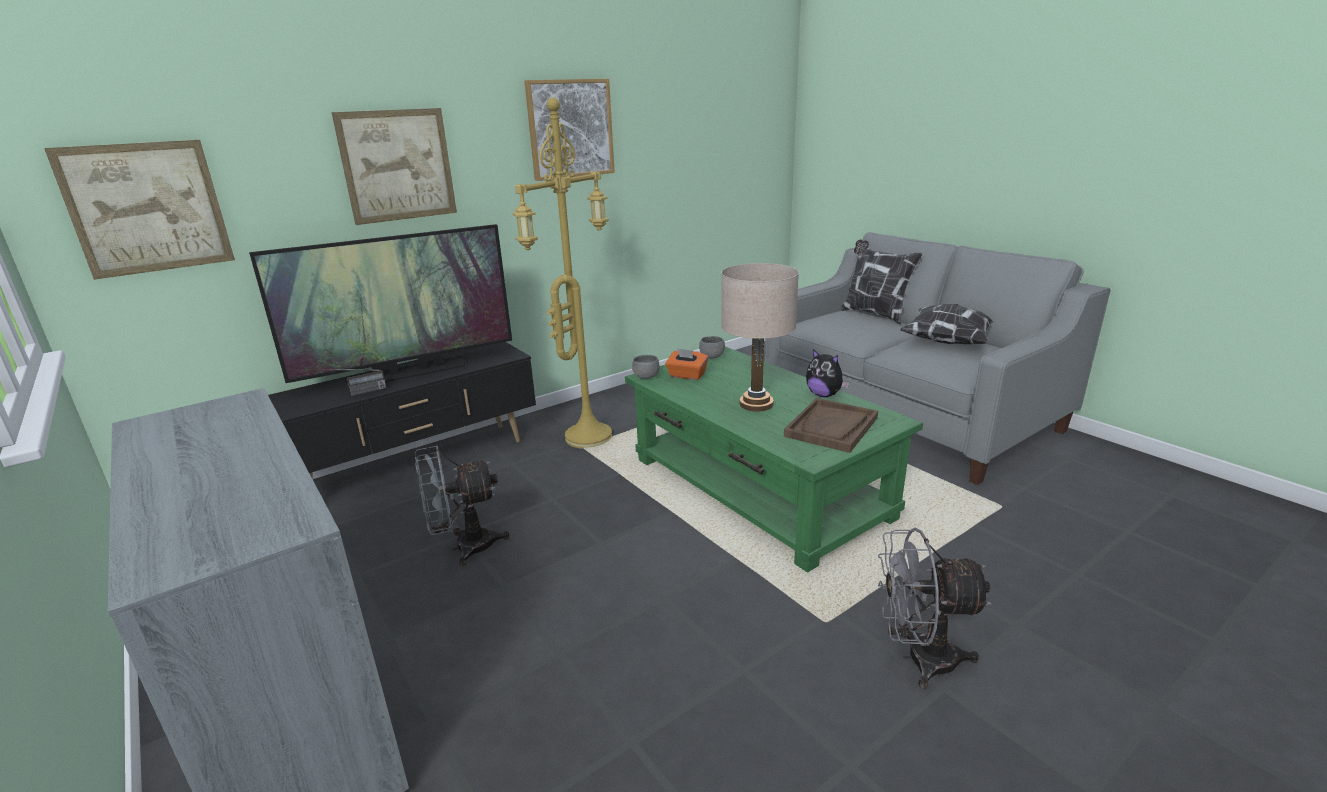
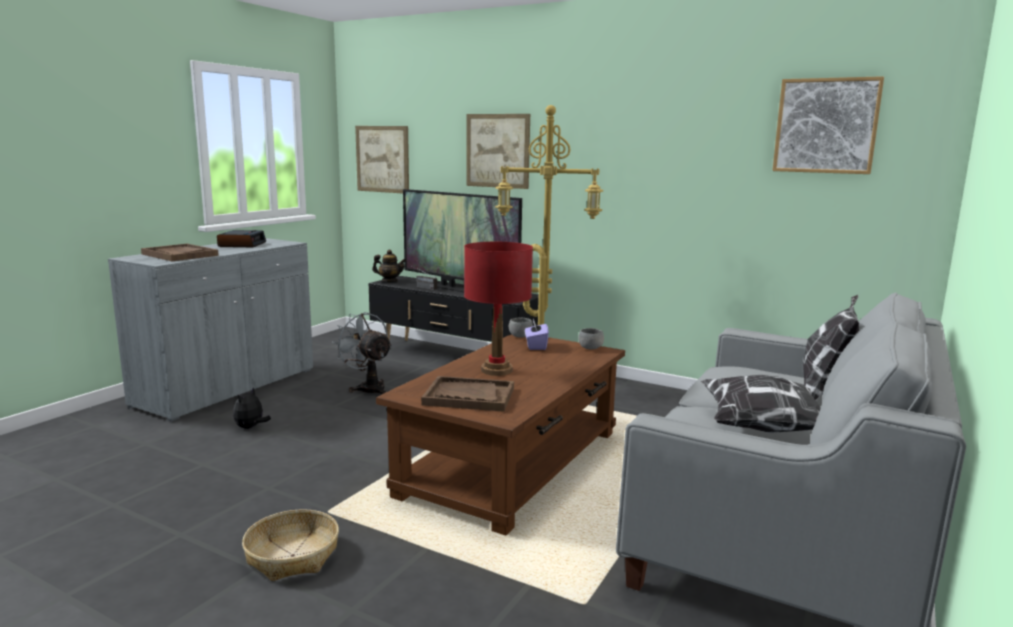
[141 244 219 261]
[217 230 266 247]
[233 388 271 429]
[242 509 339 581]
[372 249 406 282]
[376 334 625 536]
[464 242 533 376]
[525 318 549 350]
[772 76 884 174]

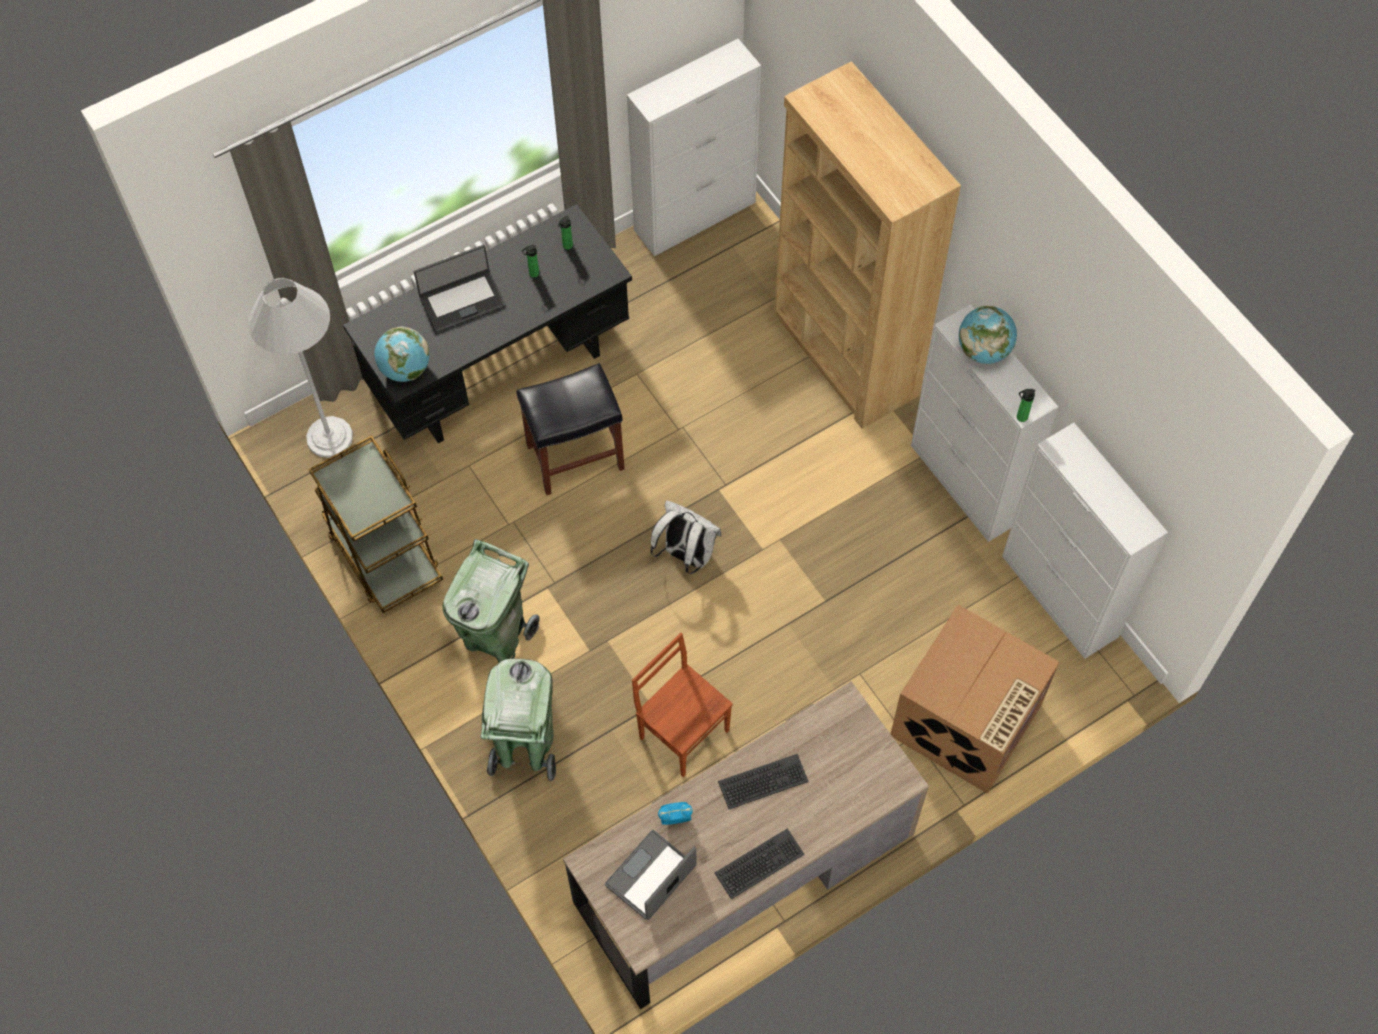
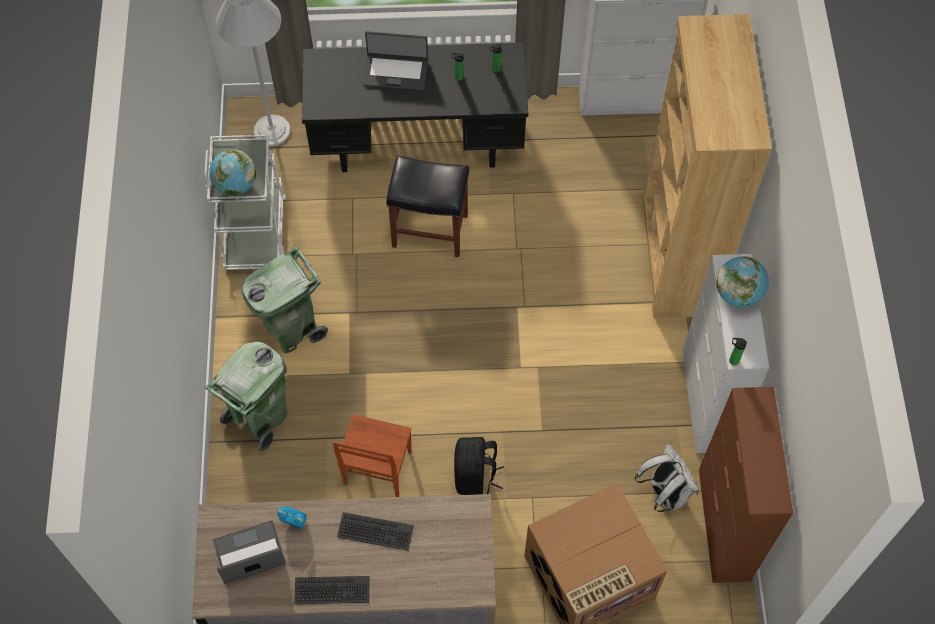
[205 134 286 270]
[209 149 256 196]
[333 414 412 497]
[454 437 504 495]
[635 444 699 512]
[699 387 793 583]

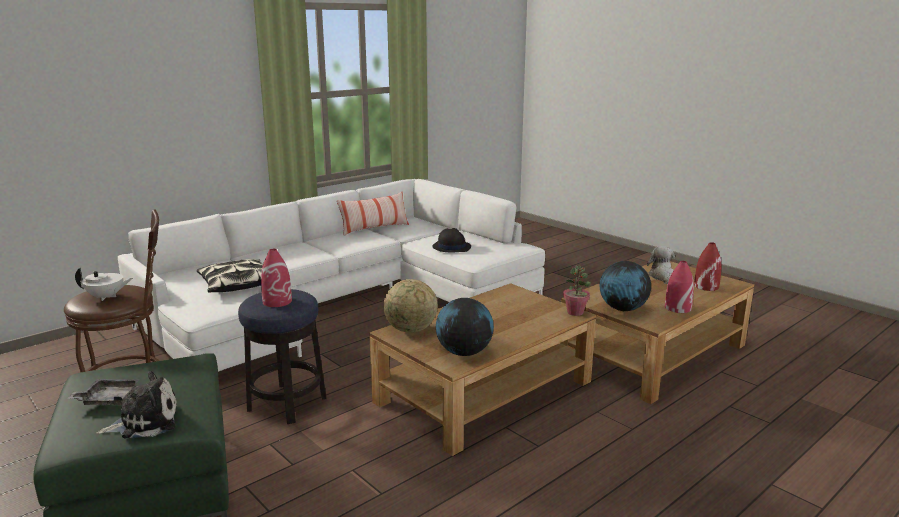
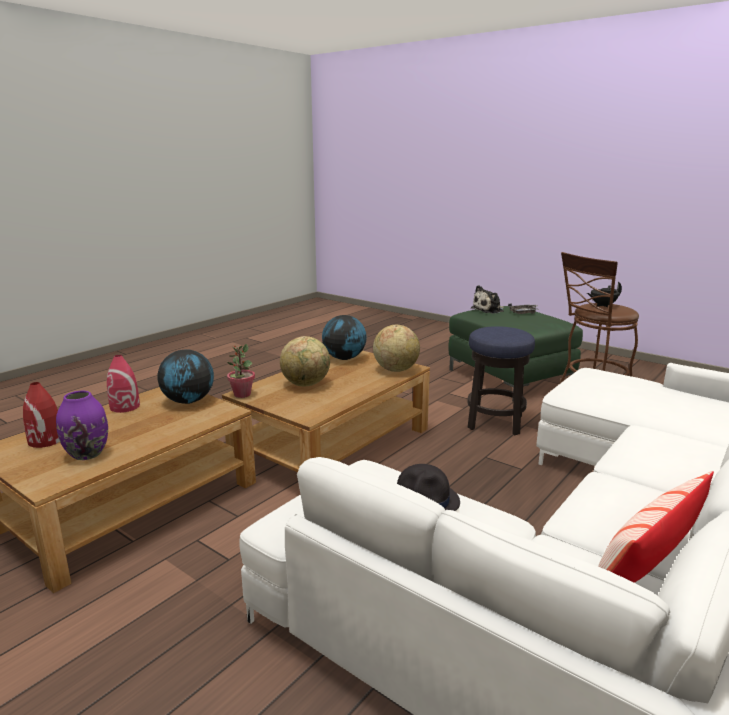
[56 391 108 460]
[280 336 330 386]
[587 282 622 307]
[197 259 263 292] (first image)
[261 249 292 307] (first image)

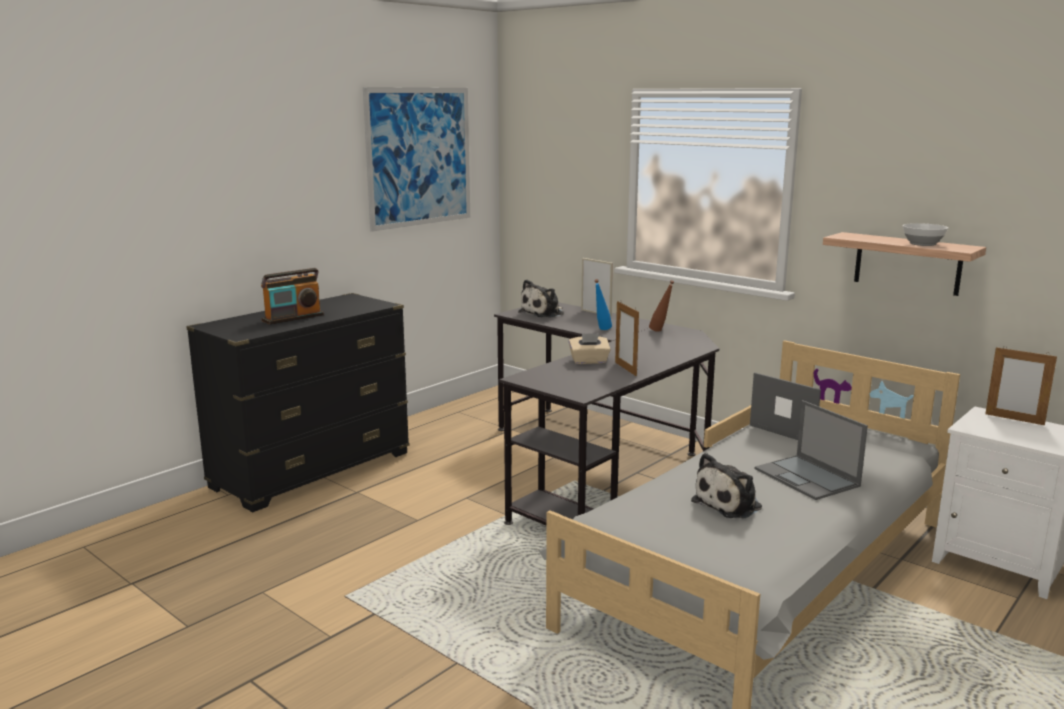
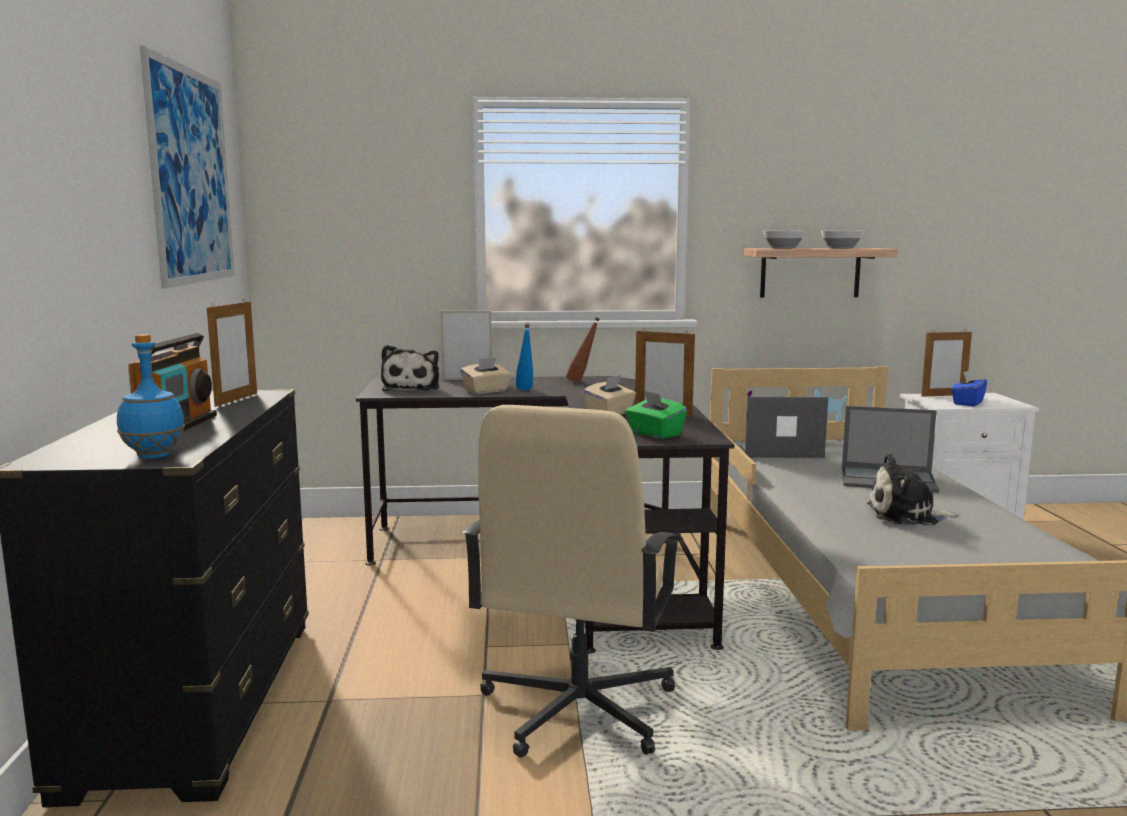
[117 334 185 459]
[207 300 257 407]
[461 357 511 394]
[463 405 682 758]
[625 390 687 439]
[763 231 805 249]
[867 454 959 525]
[951 370 987 407]

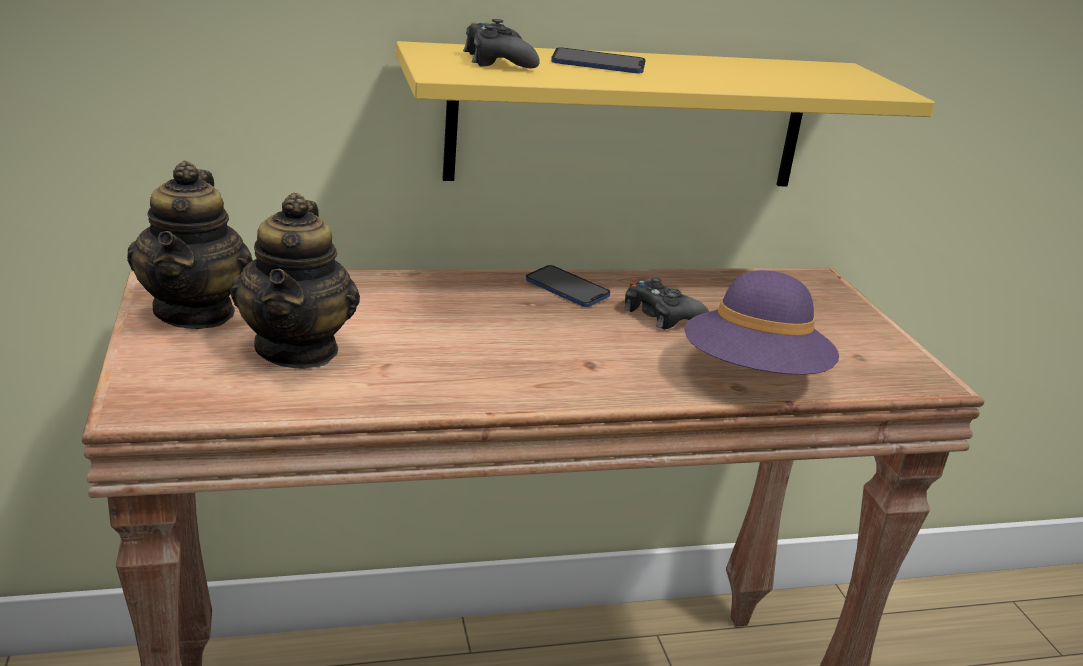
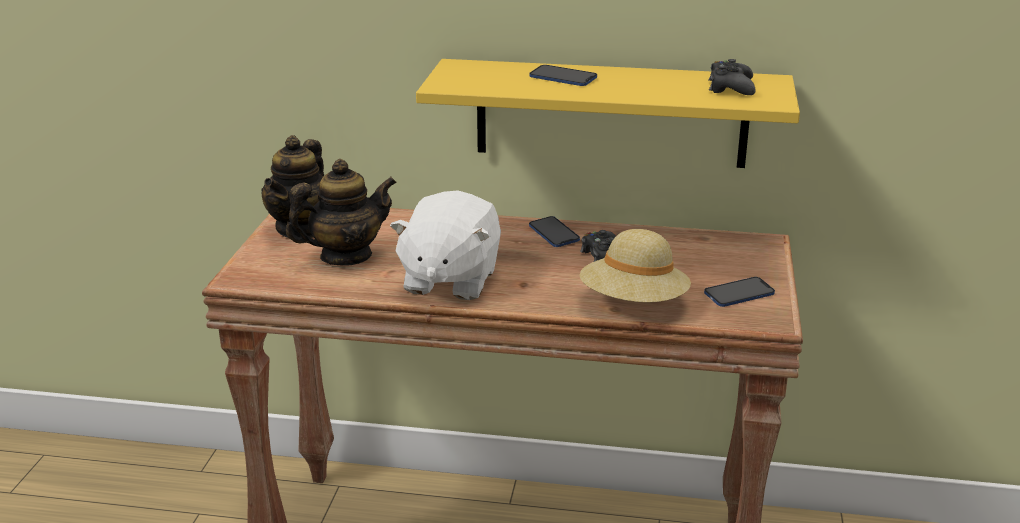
[286 159 397 266]
[390 191 501 300]
[580 229 691 303]
[704 277 775 307]
[708 59 756 95]

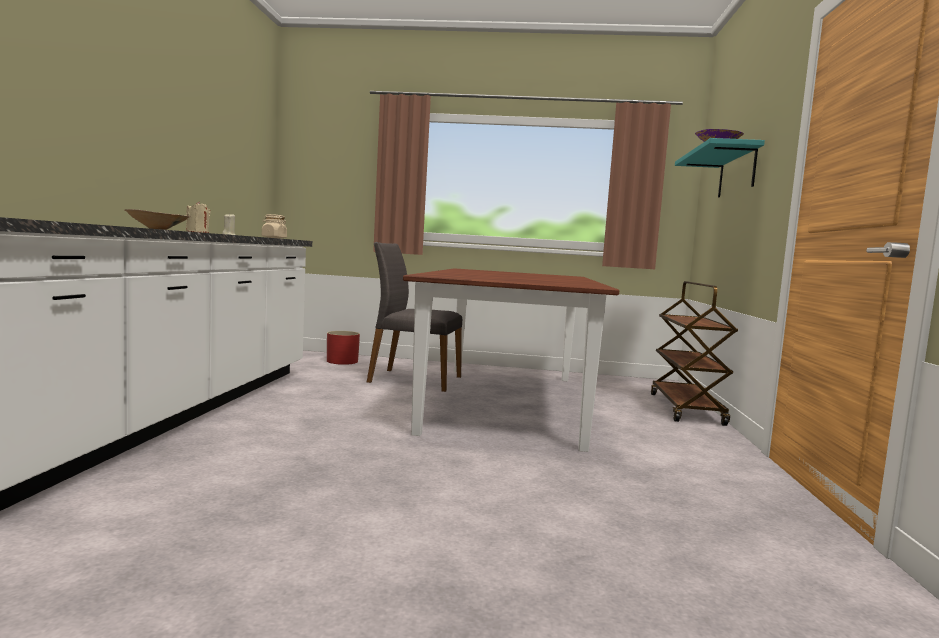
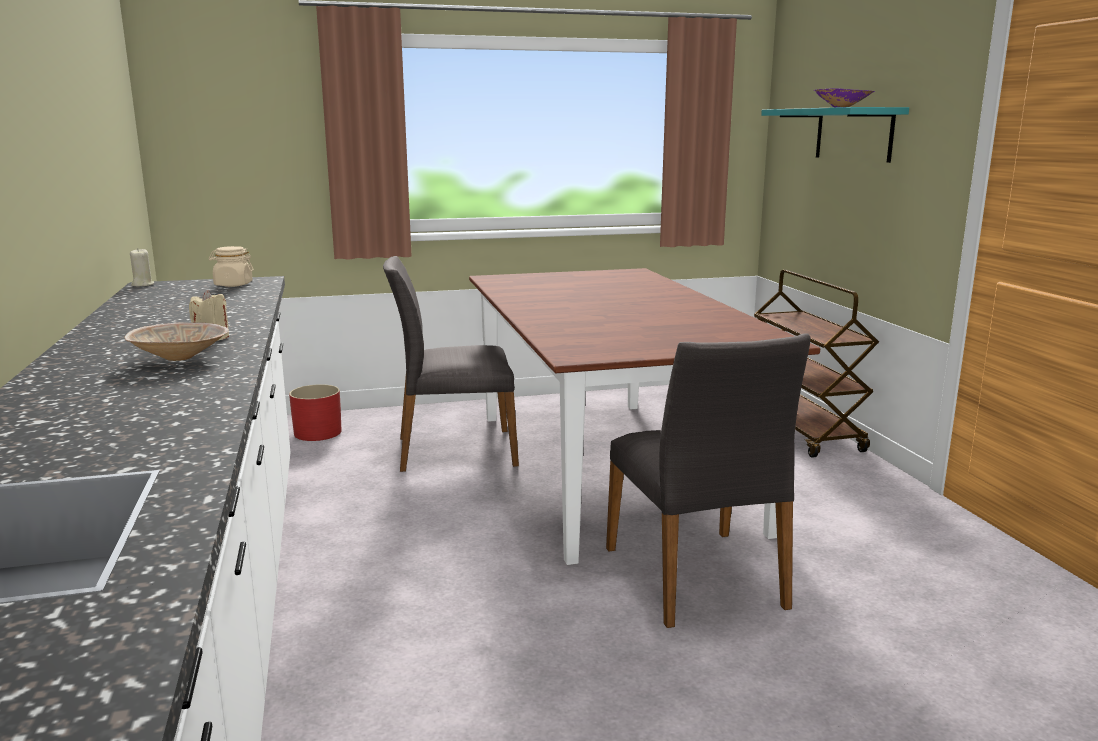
[606 333 810 628]

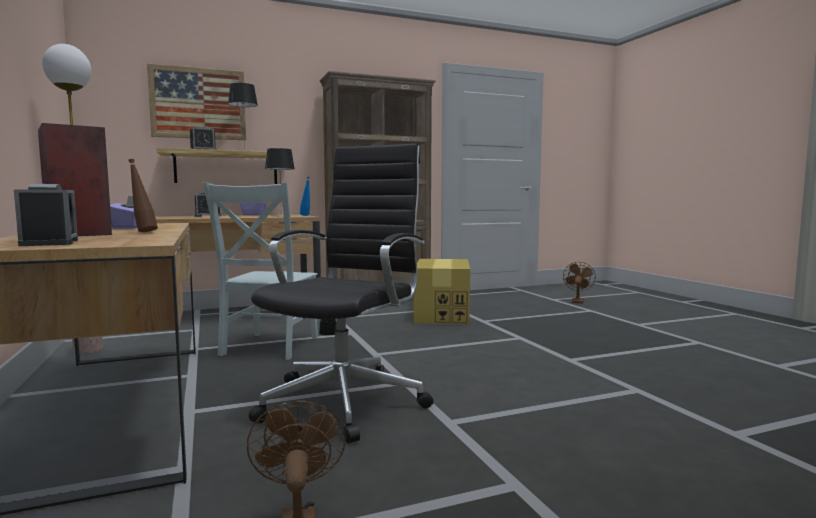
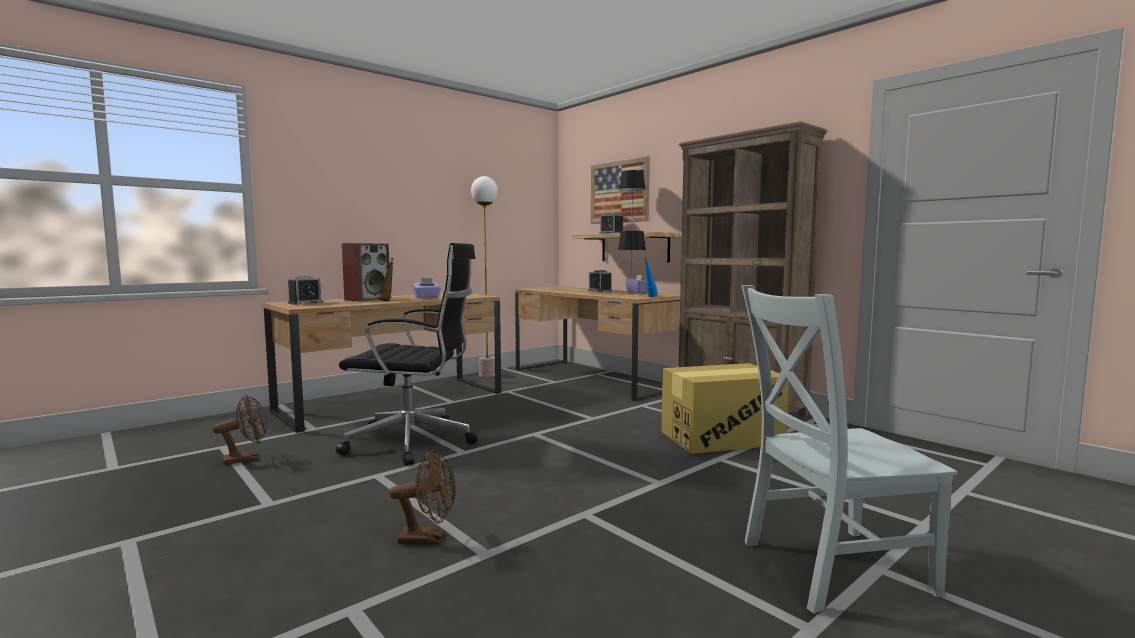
[389 450 456 545]
[741 285 957 614]

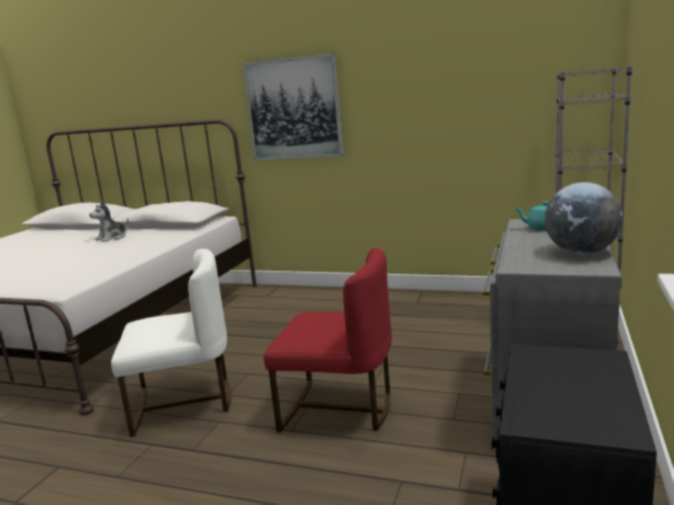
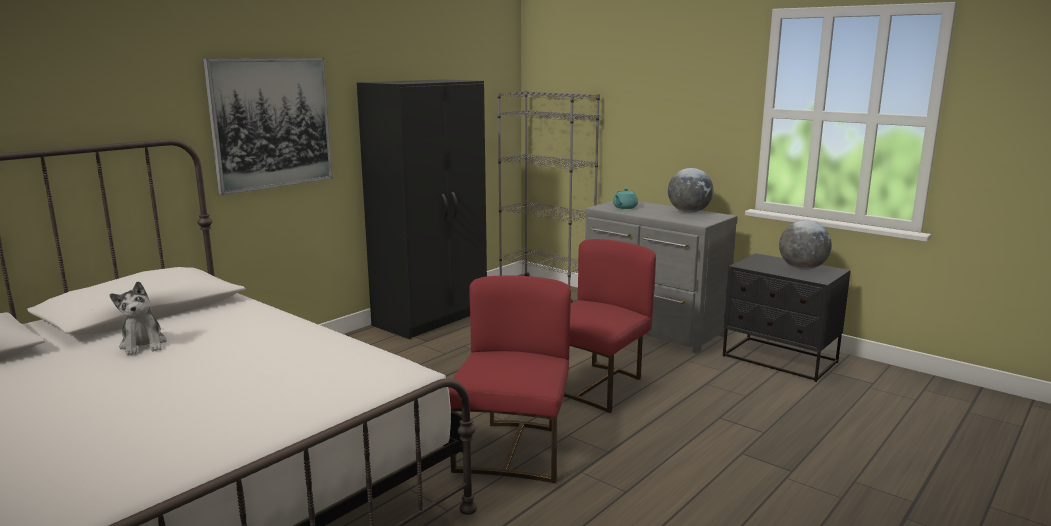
[357 79 487 339]
[448 275 571 483]
[779 220 832 270]

